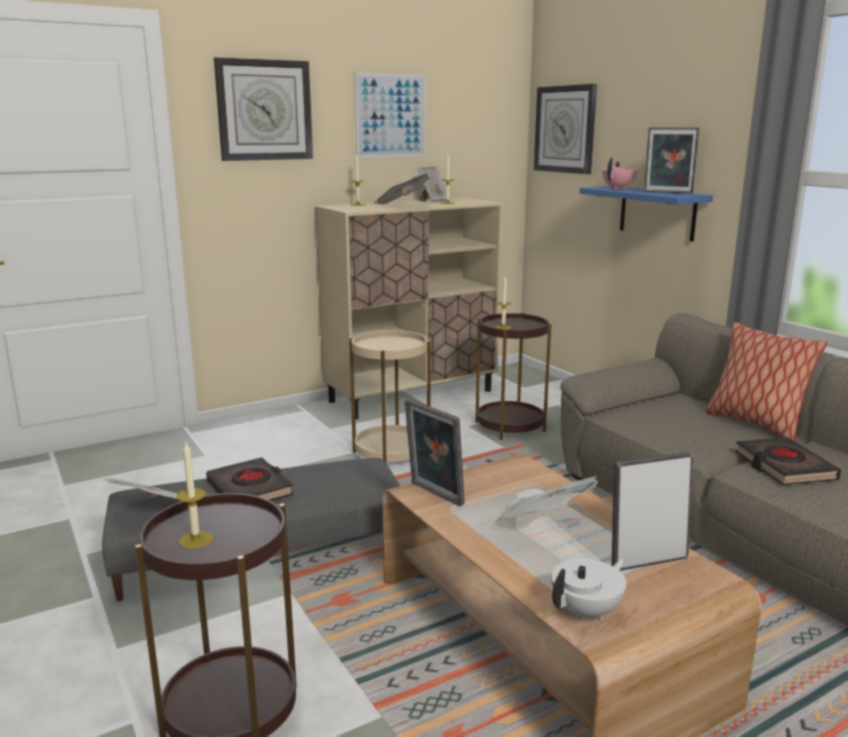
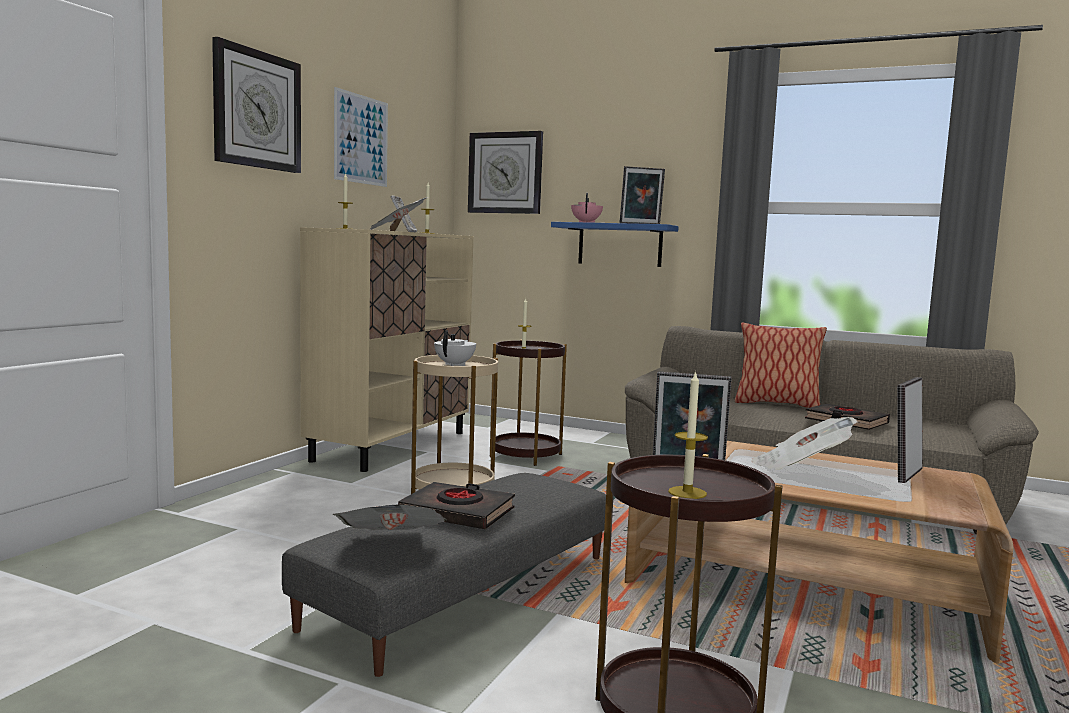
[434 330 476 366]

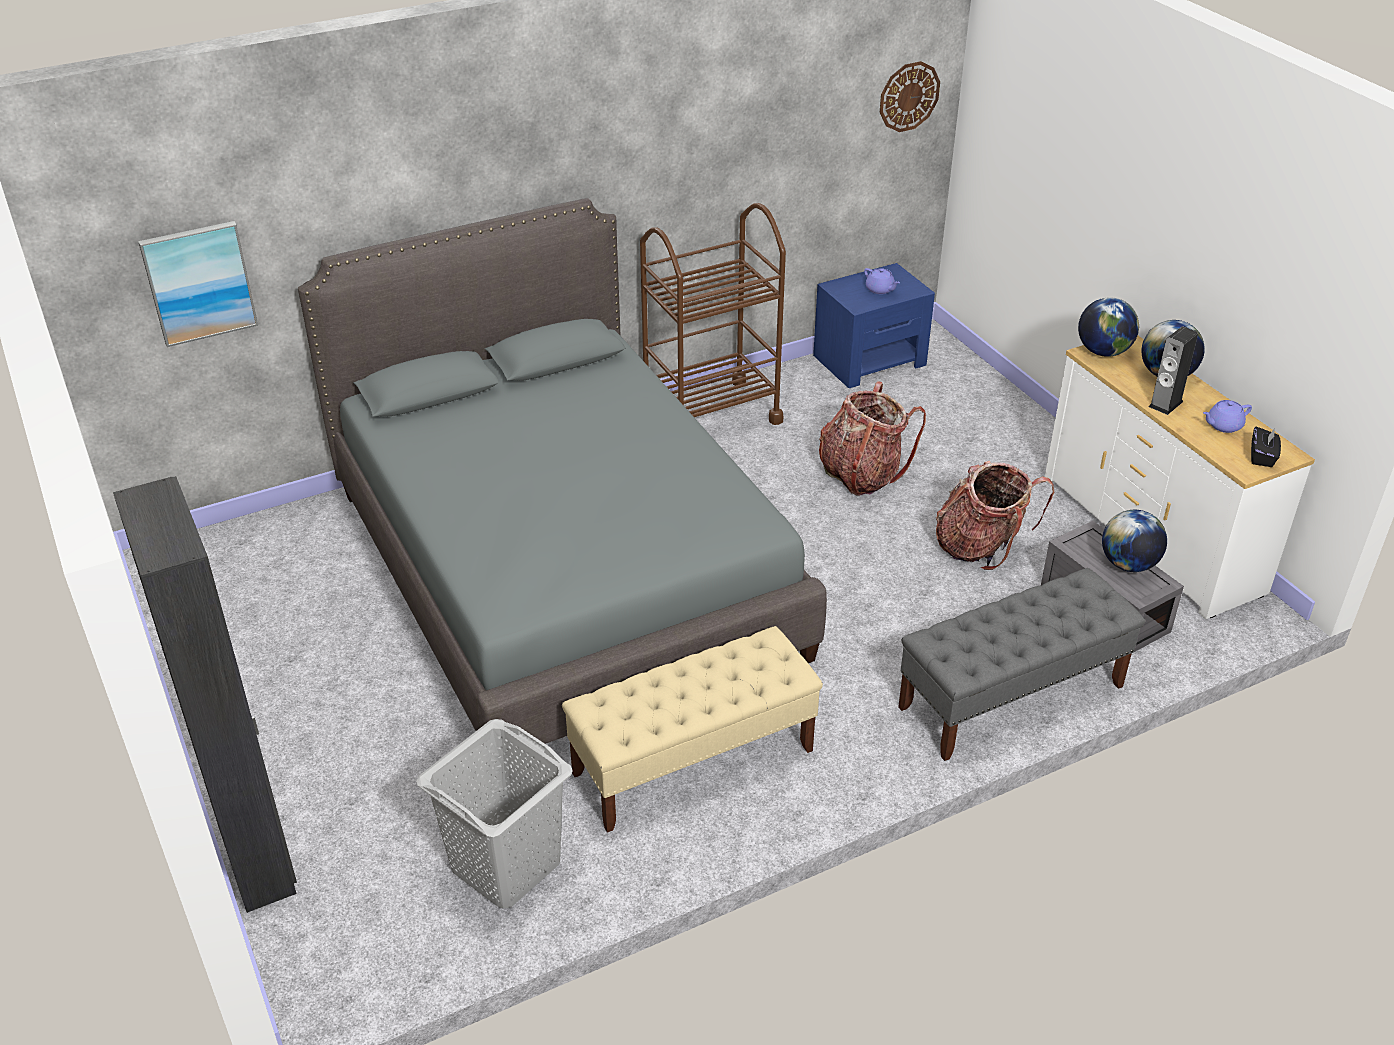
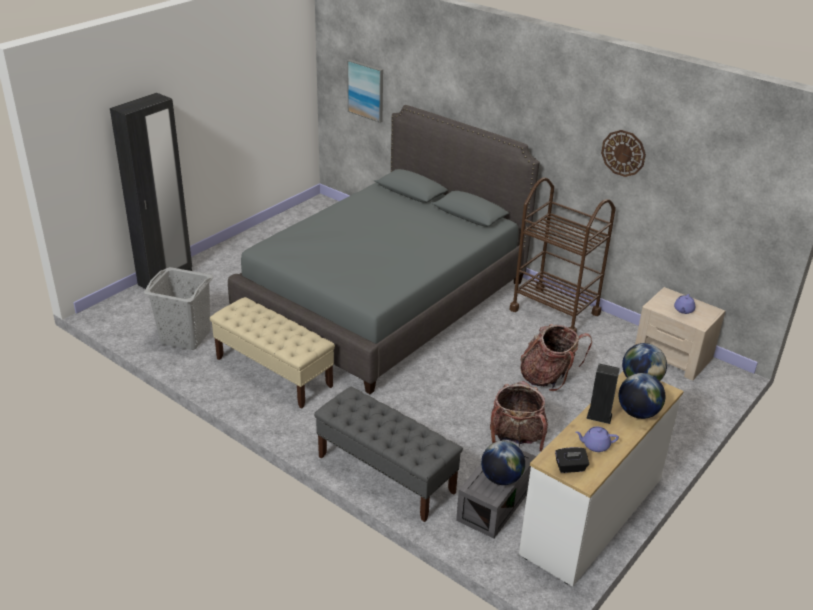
[575 426 619 452]
[601 130 646 177]
[635 287 725 381]

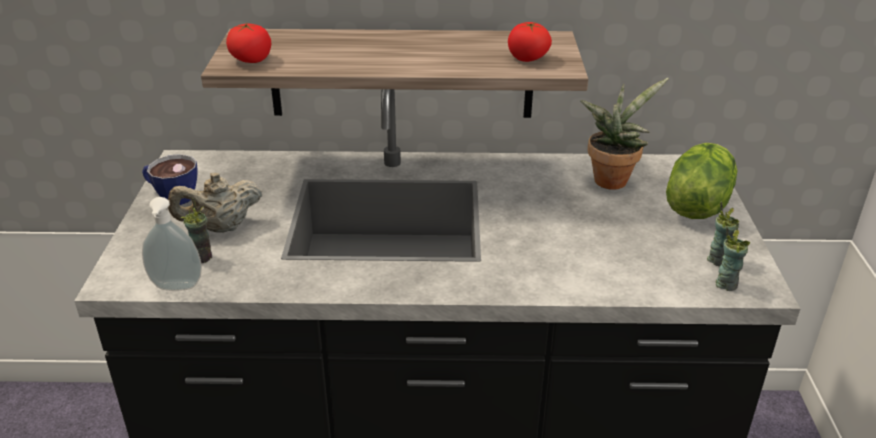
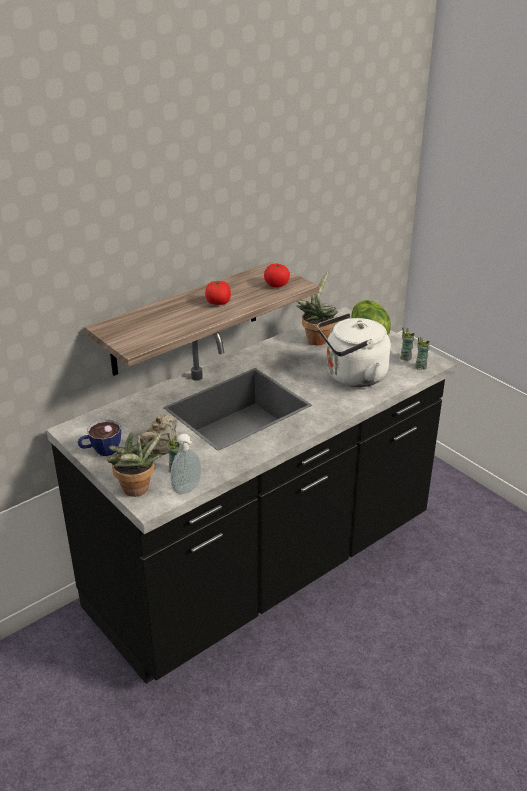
[107 432 162 497]
[205 281 231 305]
[317 313 391 387]

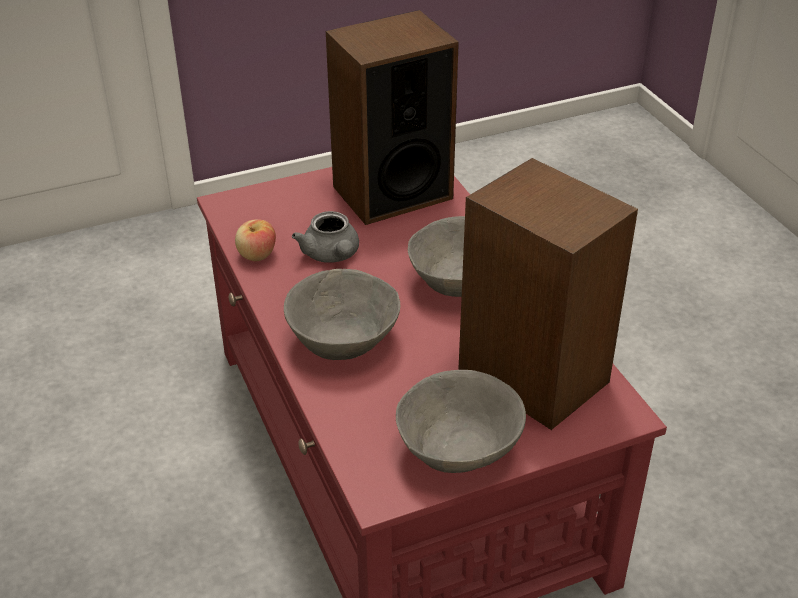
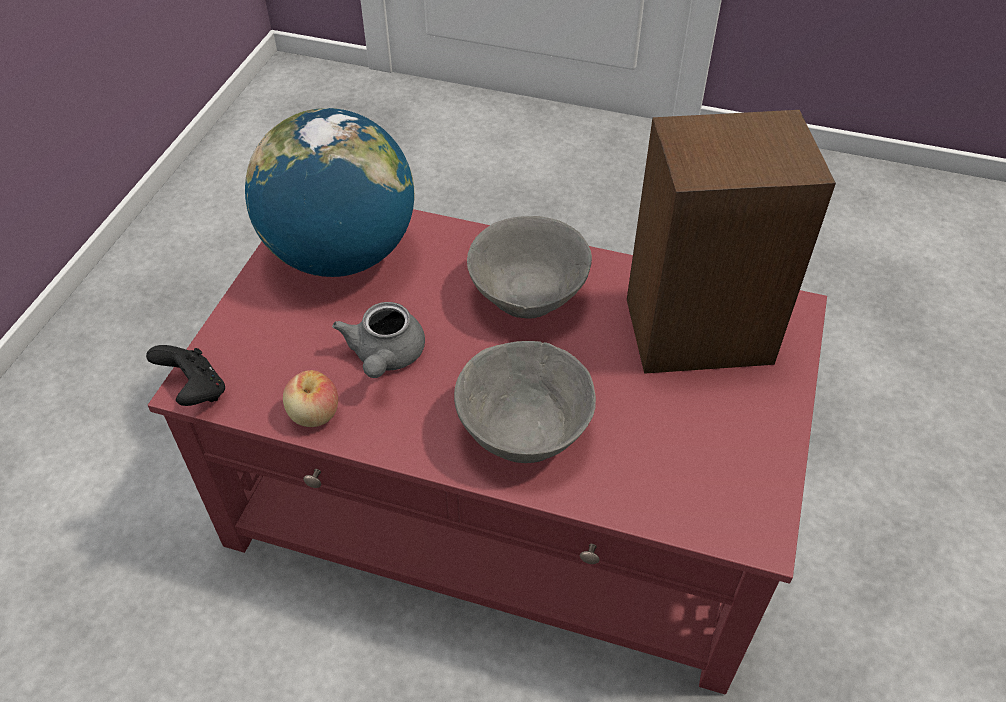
[146 345 225 406]
[245 108 415 277]
[332 302 425 378]
[396 370 526 473] (first image)

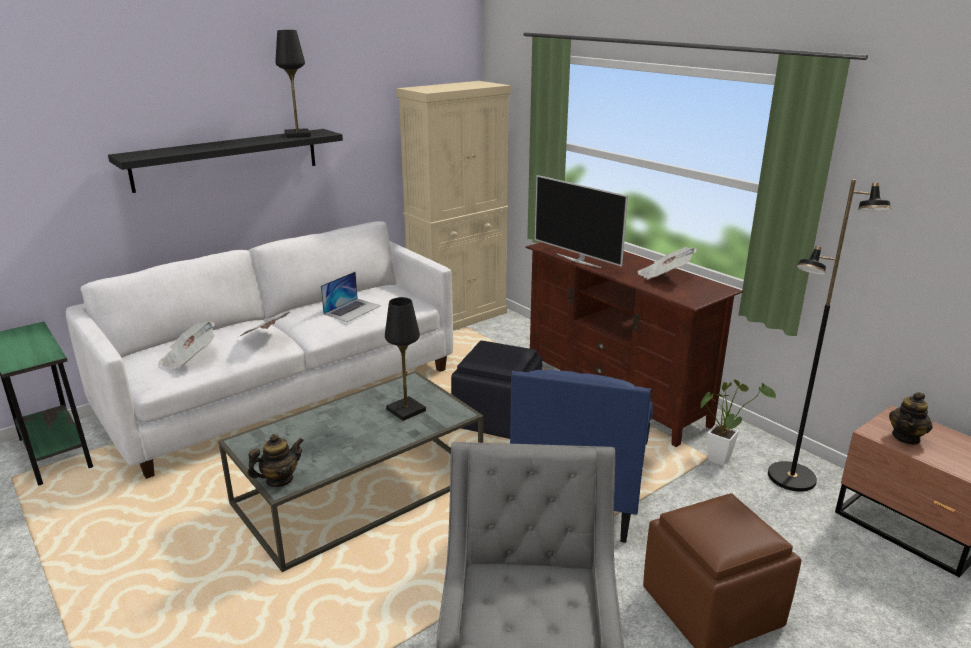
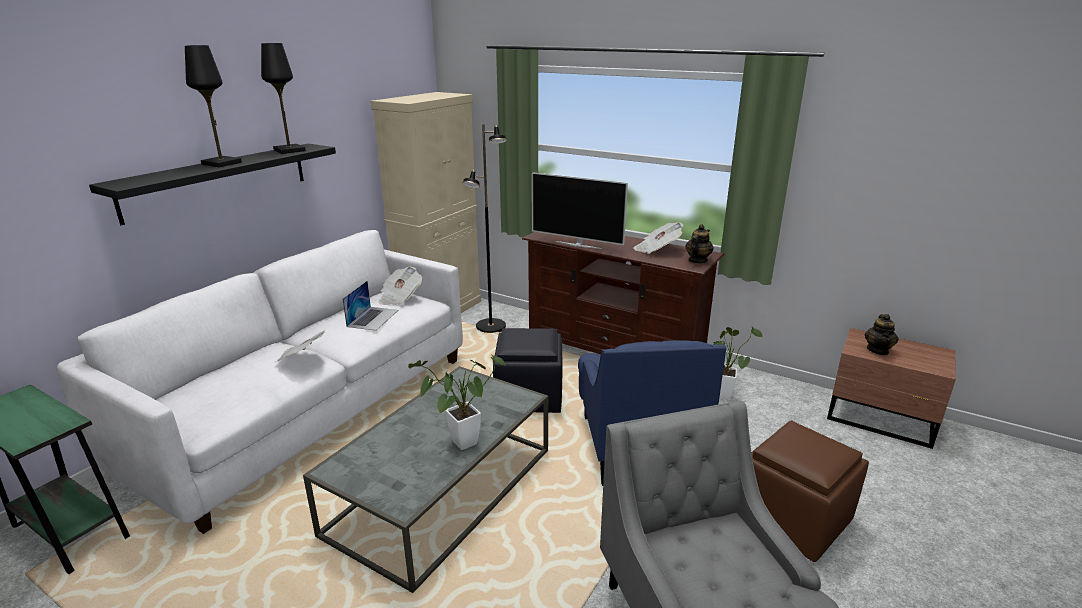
[185 45 242 167]
[378 266 422 305]
[408 354 505 450]
[462 124 507 333]
[685 224 714 263]

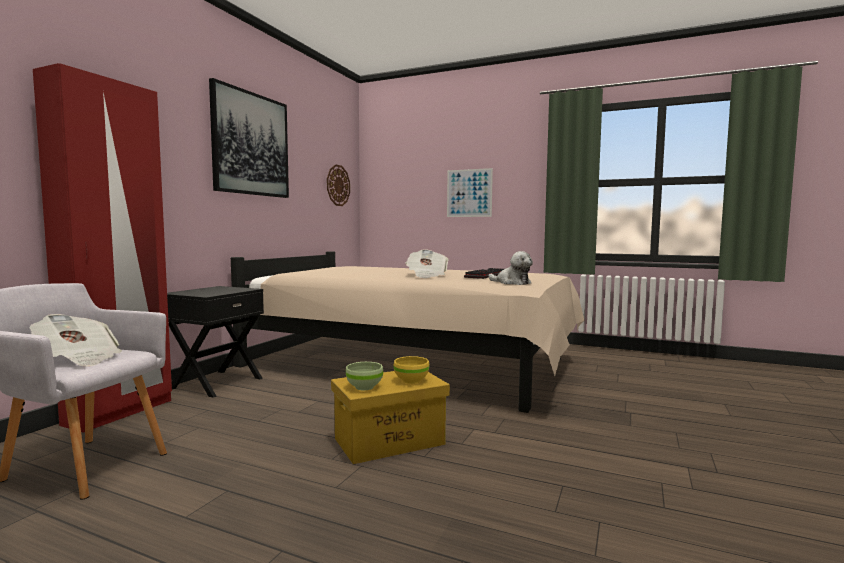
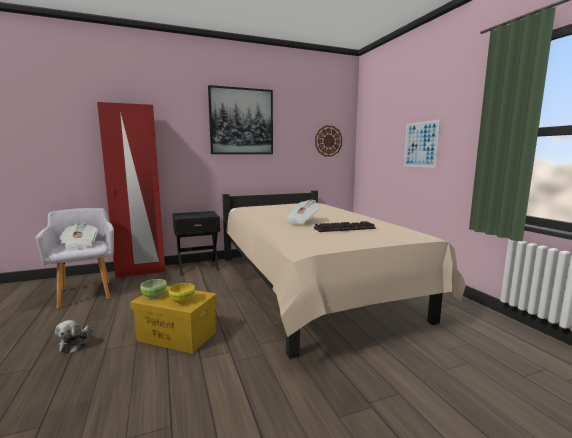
[55 320 89 353]

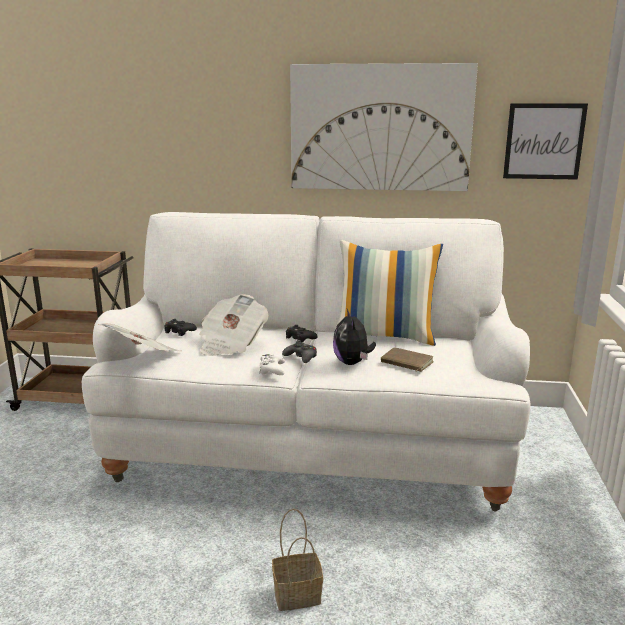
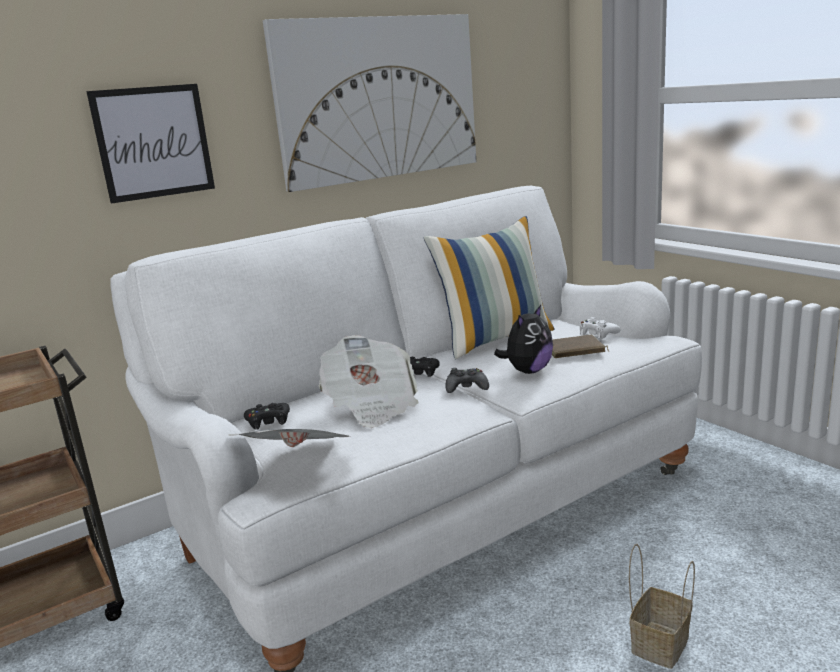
[86 84 215 204]
[494 305 553 374]
[580 317 621 339]

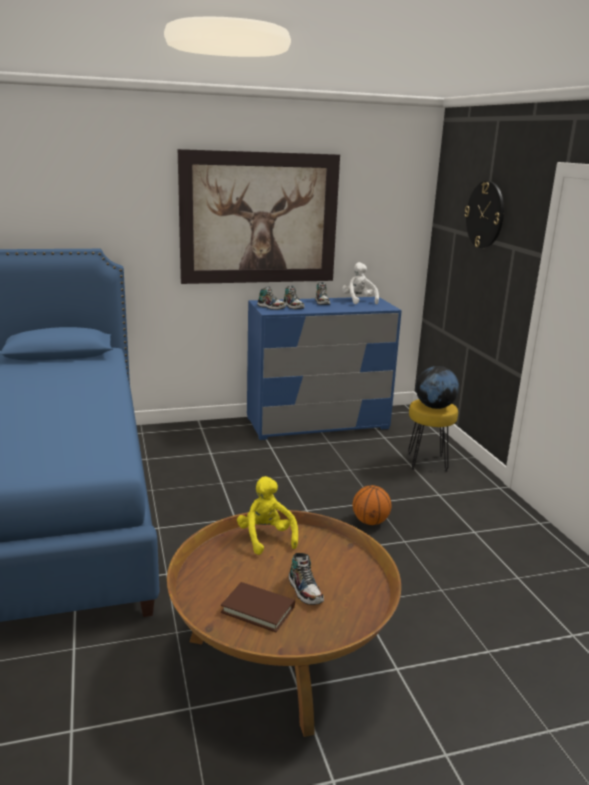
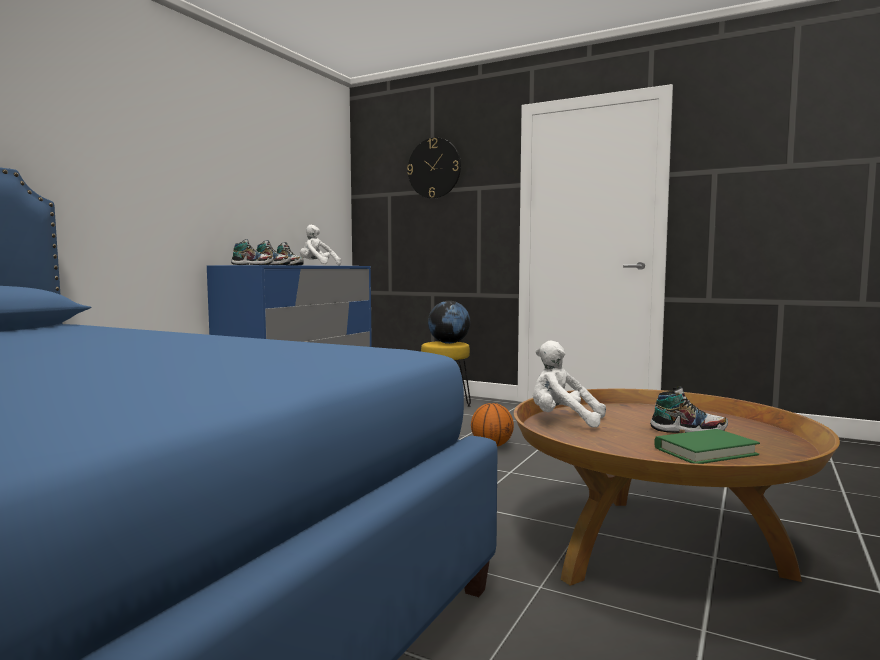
[533 340 606 428]
[654 429 760 464]
[178 149 340 284] (first image)

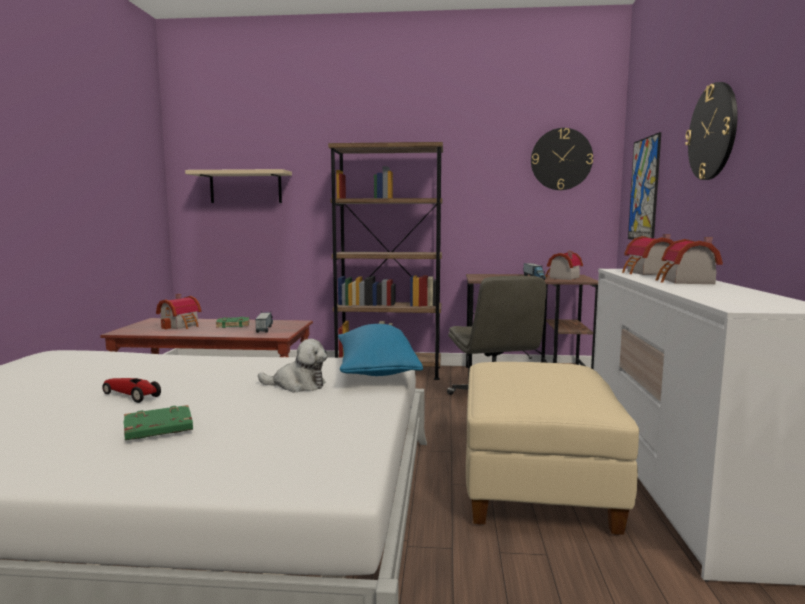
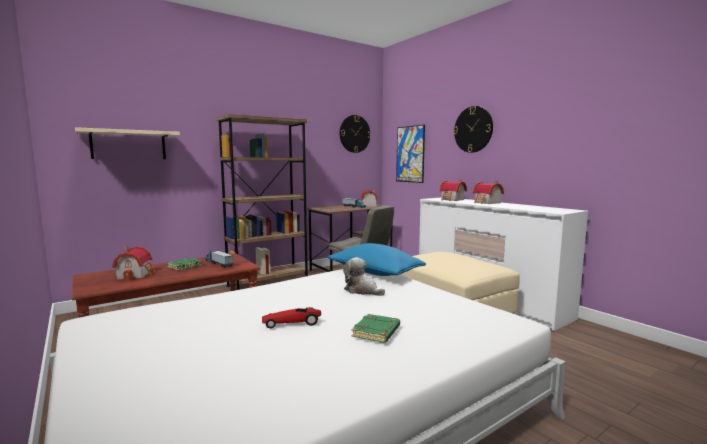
[343 257 385 296]

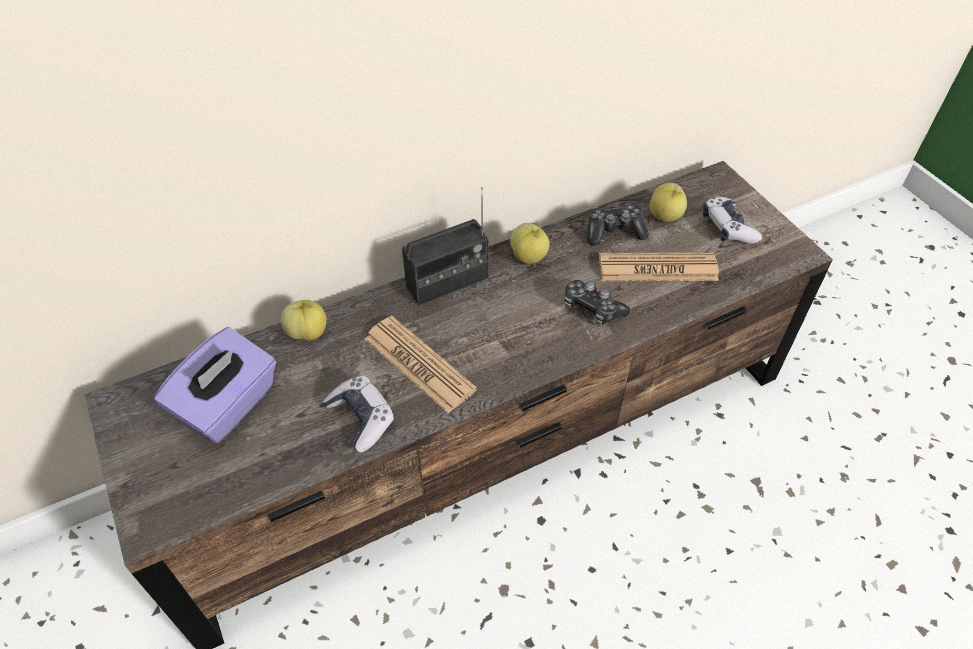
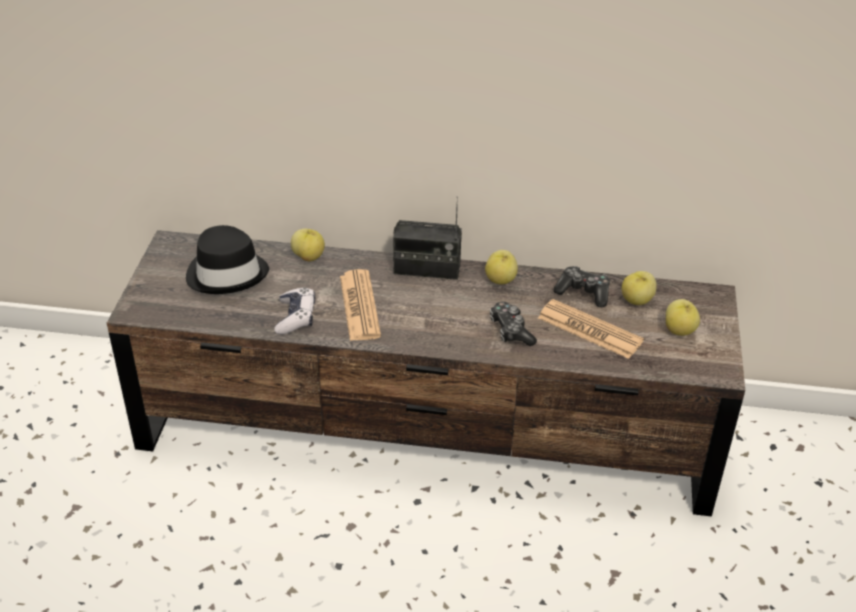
[186 225 269 294]
[666 299 700 336]

